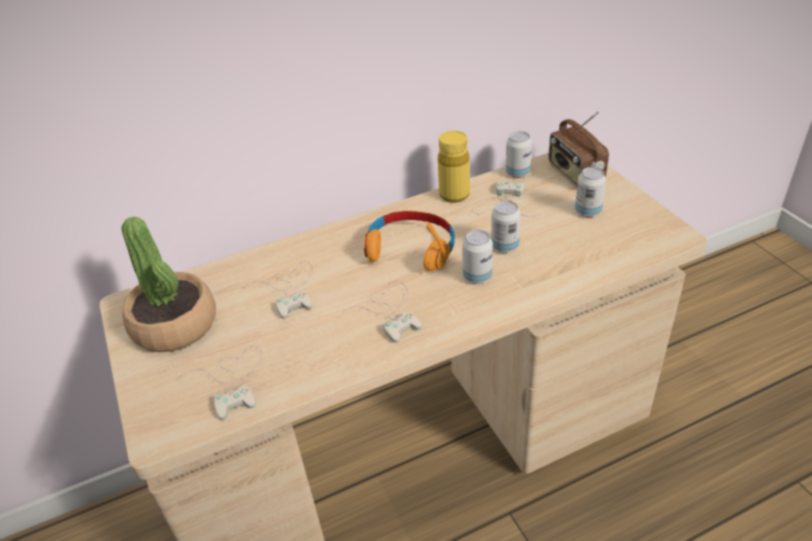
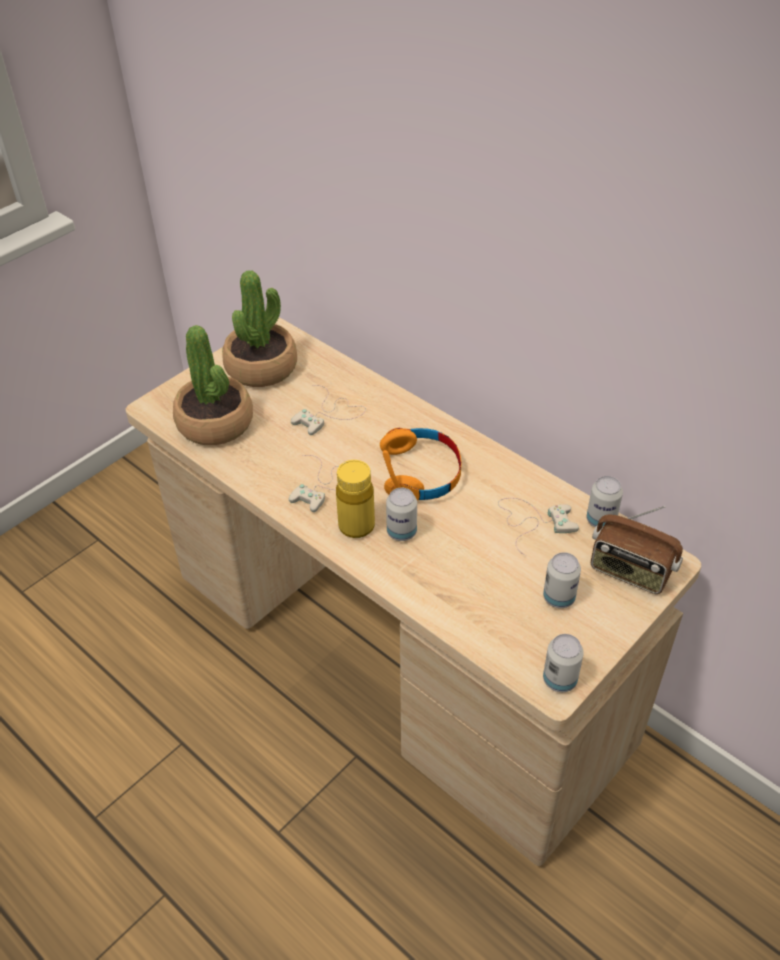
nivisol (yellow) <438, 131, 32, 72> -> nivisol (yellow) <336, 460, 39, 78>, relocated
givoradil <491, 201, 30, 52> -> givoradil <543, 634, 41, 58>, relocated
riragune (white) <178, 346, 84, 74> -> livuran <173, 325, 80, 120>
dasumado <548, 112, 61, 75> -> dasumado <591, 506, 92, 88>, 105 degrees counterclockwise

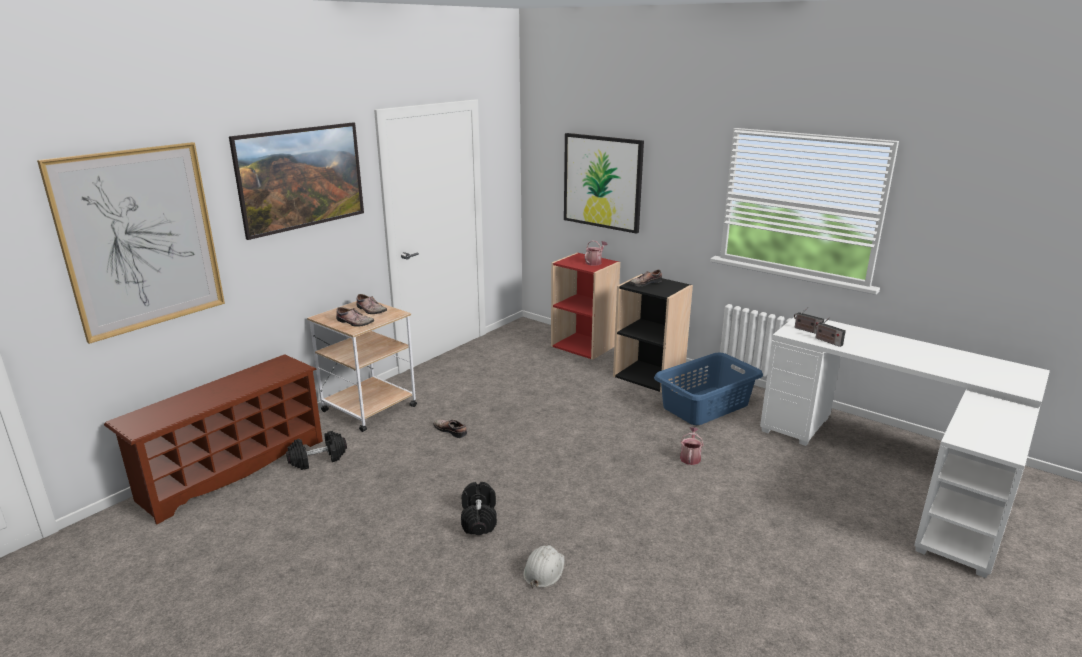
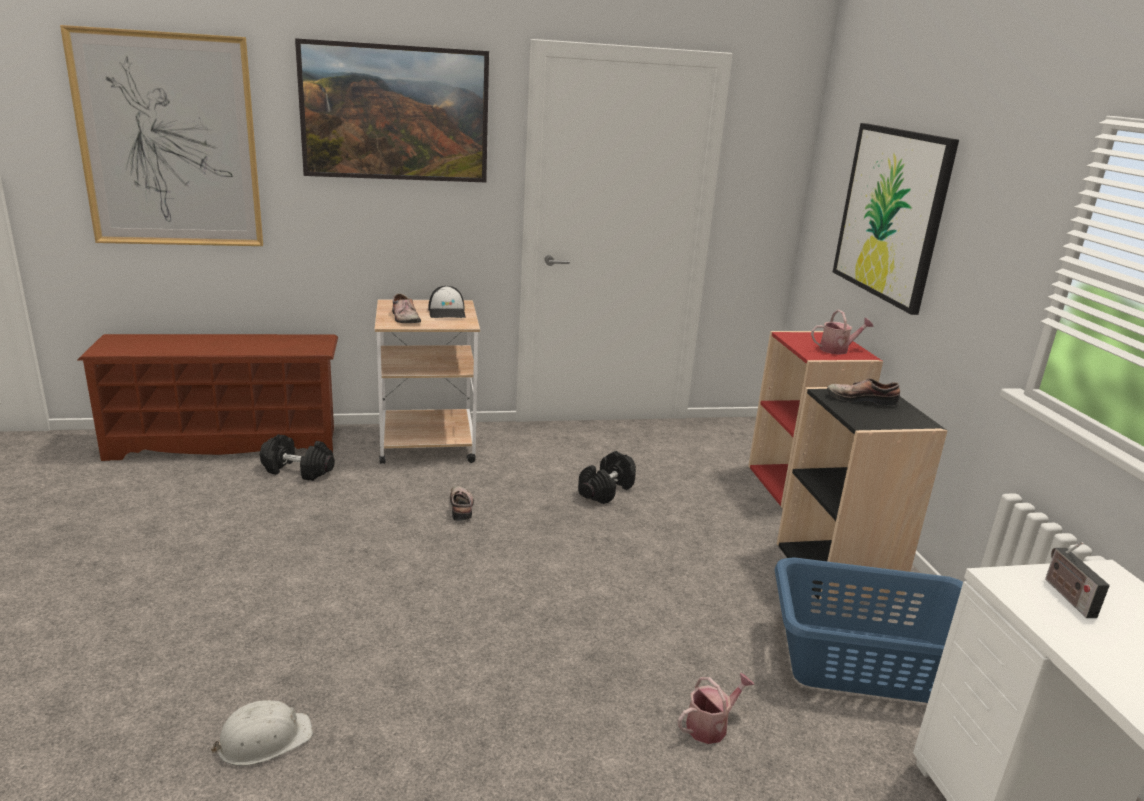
dasumado <815, 317, 31, 30> -> none
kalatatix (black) <461, 482, 36, 53> -> kalatatix (black) <578, 451, 58, 53>, relocated
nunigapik <357, 294, 30, 20> -> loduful <428, 286, 38, 32>

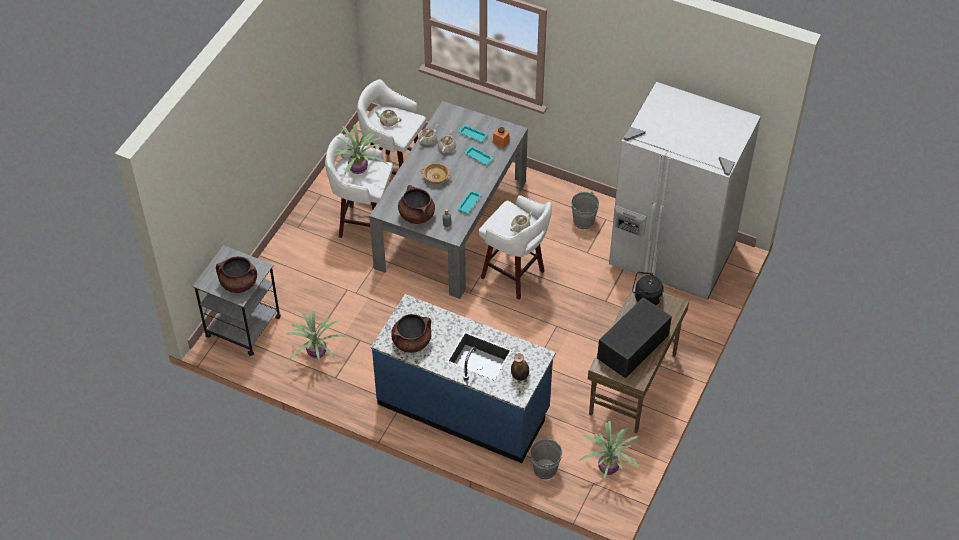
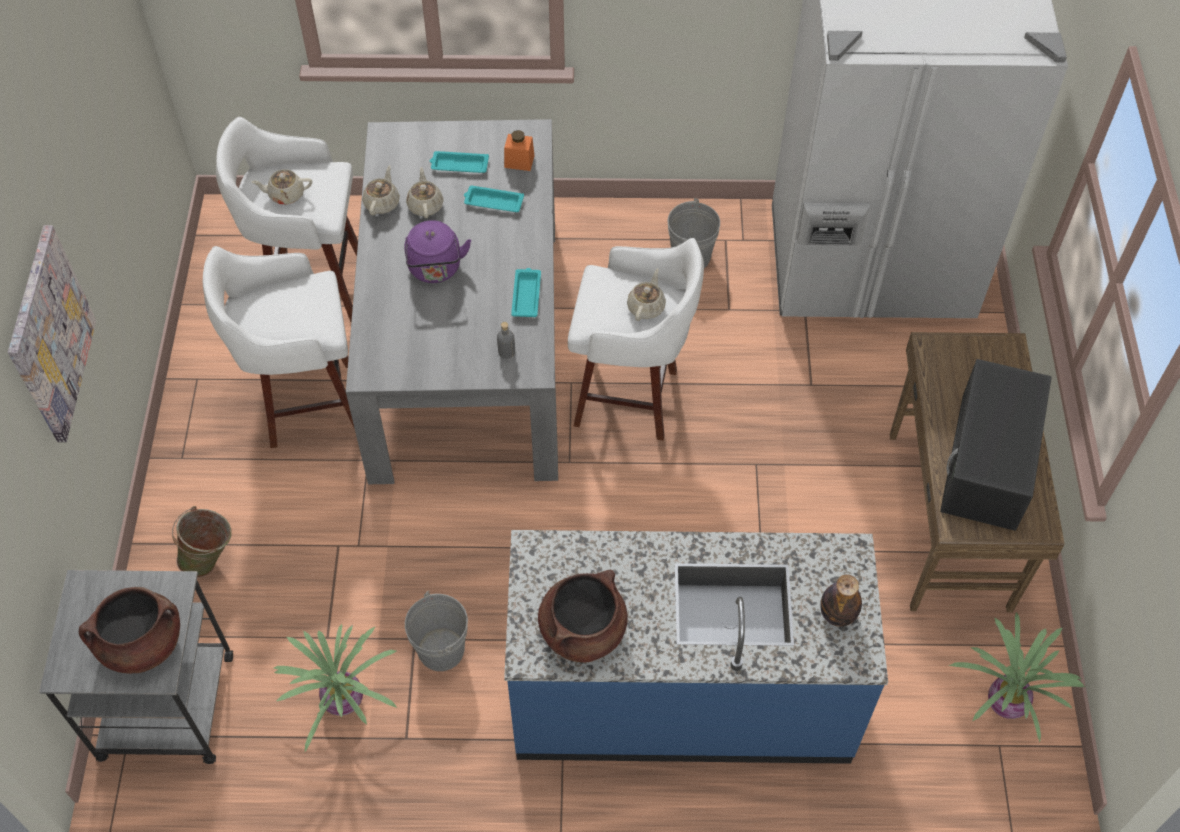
livuran <334, 124, 54, 52> -> none
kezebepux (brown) <398, 185, 37, 39> -> none
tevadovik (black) <632, 272, 32, 33> -> none
none -> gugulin <8, 225, 88, 217>
none -> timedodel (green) <172, 506, 60, 72>
timedodel (grey) <531, 437, 31, 42> -> timedodel (grey) <405, 591, 63, 80>, relocated
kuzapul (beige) <421, 163, 30, 21> -> tevadovik (purple) <404, 220, 67, 63>

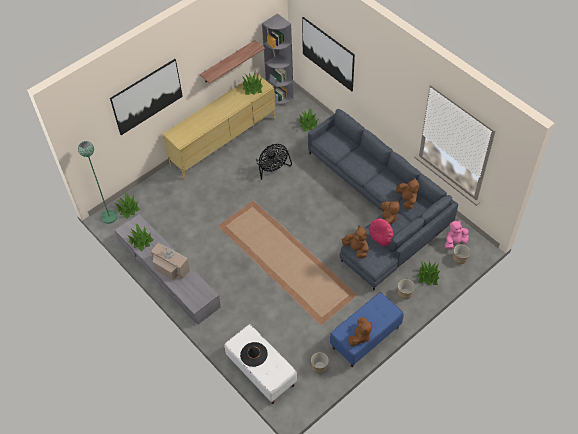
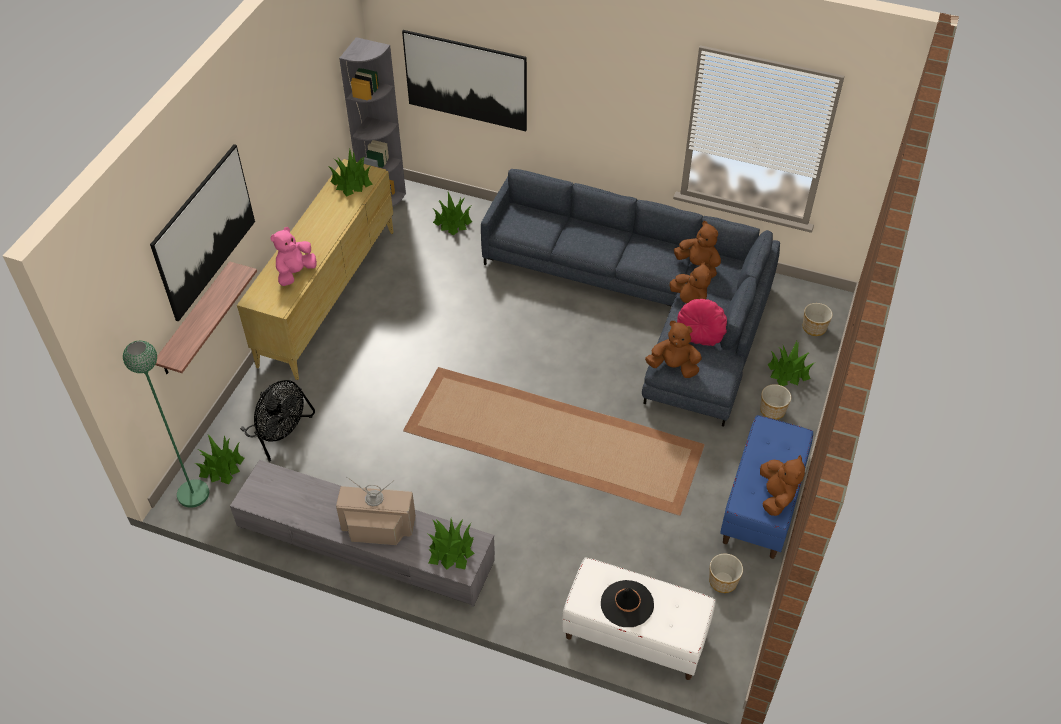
livuran <127, 224, 27, 27> -> livuran <428, 519, 47, 51>, relocated
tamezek <200, 40, 65, 44> -> tamezek <155, 261, 102, 113>, relocated
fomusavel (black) <256, 144, 36, 36> -> fomusavel (black) <240, 380, 75, 82>, relocated
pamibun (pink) <445, 220, 24, 29> -> pamibun (pink) <270, 227, 47, 59>, relocated

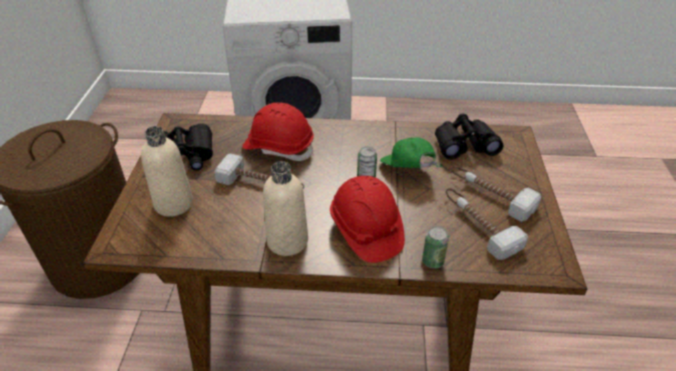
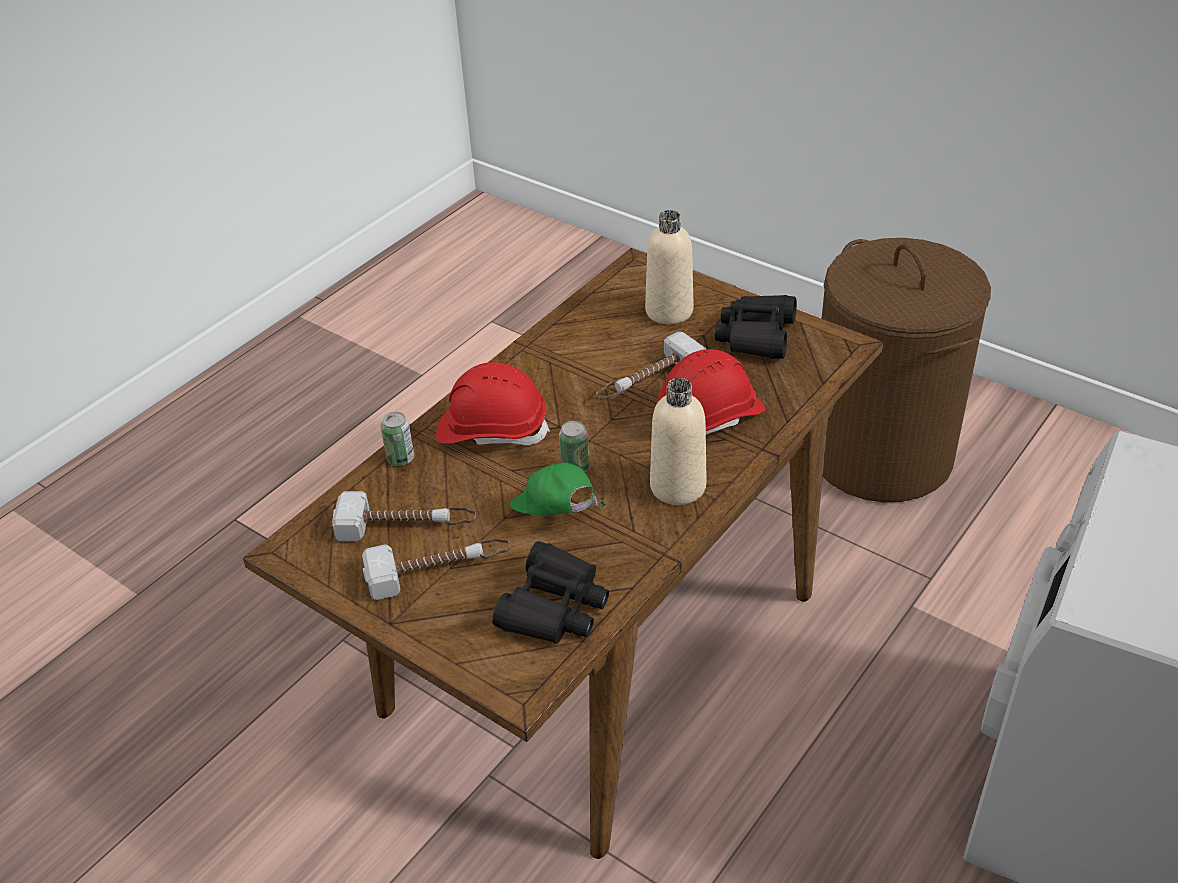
nivisol (beige) <263, 161, 45, 95> -> nivisol (beige) <650, 378, 57, 127>, relocated
loduful (green) <380, 137, 63, 31> -> loduful (green) <510, 463, 96, 53>, 135 degrees counterclockwise

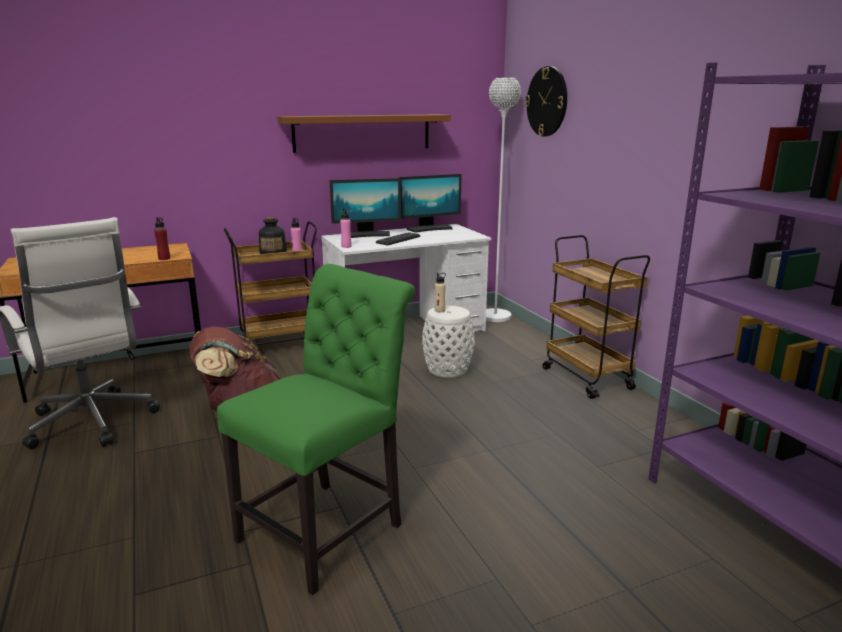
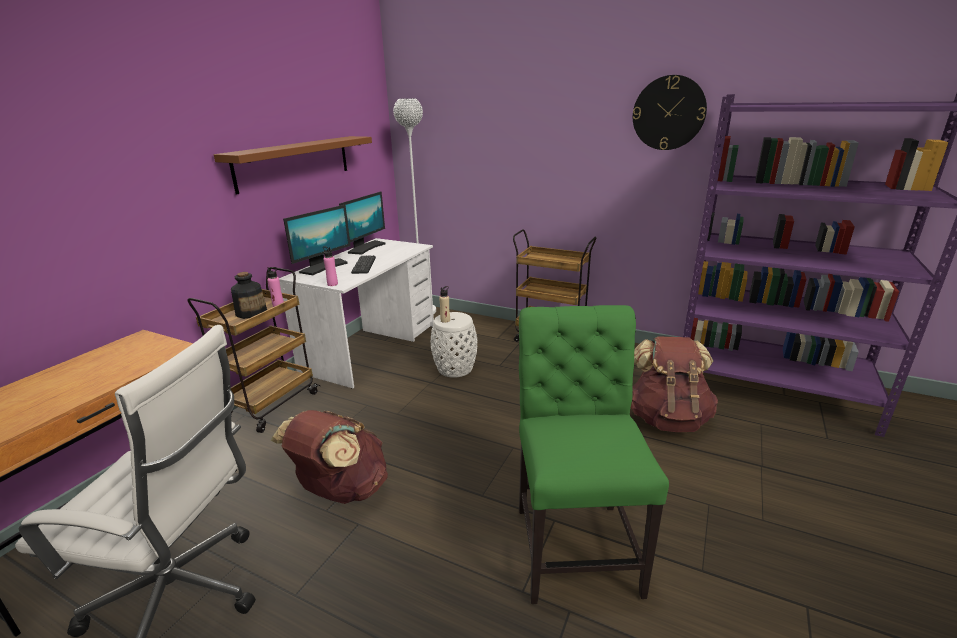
nivisol (red) <154, 217, 16, 43> -> none
none -> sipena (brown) <631, 336, 87, 96>
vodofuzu <525, 66, 42, 71> -> vodofuzu <633, 75, 74, 75>, relocated

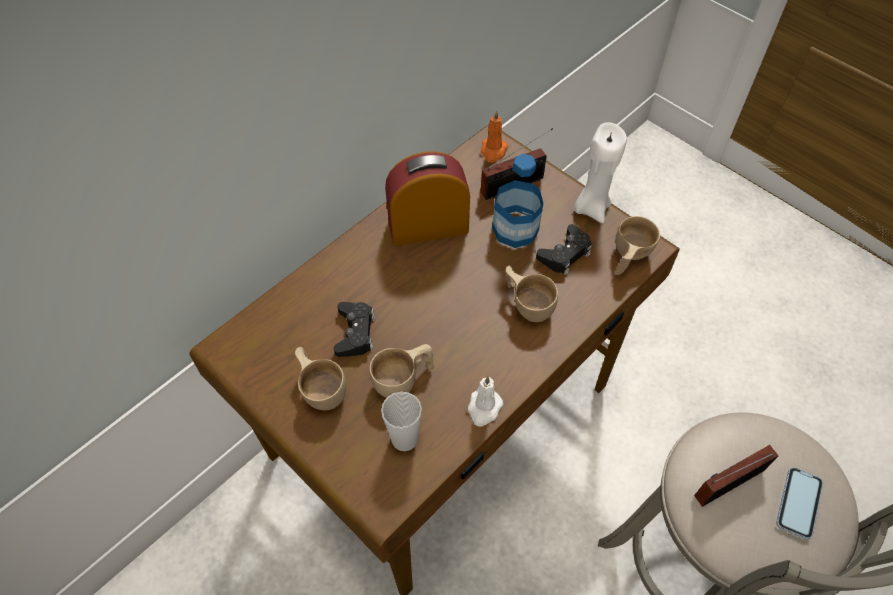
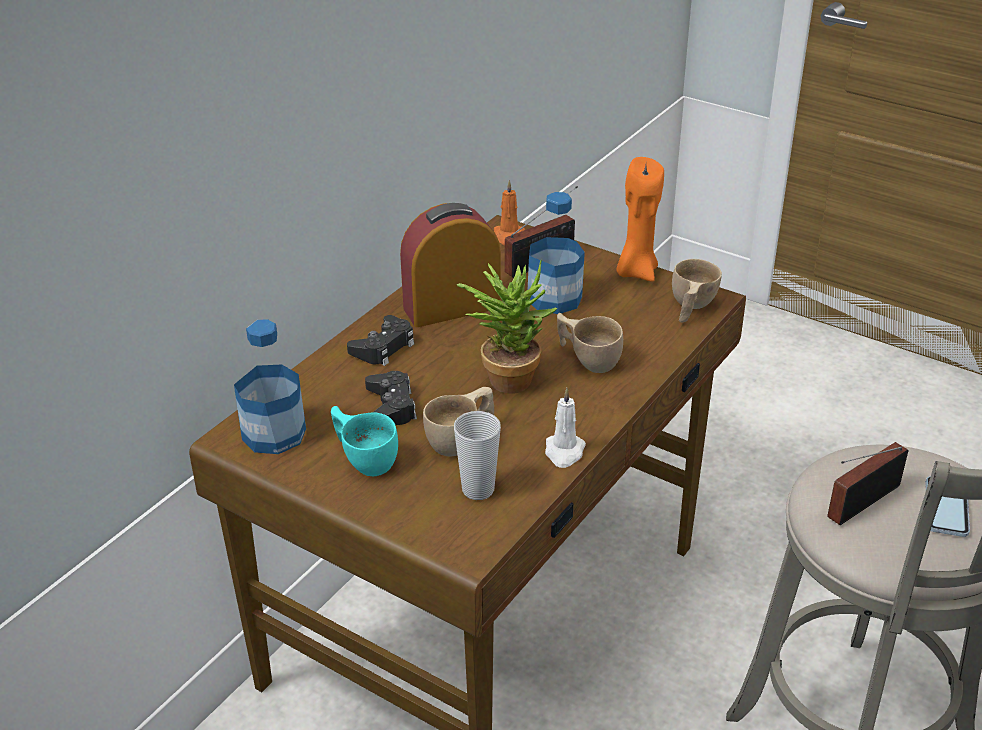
none -> nivisol <234, 319, 72, 135>
none -> livuran <457, 259, 101, 135>
riragune (black) <536, 224, 56, 51> -> riragune (black) <347, 315, 67, 51>, relocated
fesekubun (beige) <295, 347, 51, 63> -> fesekubun (turquoise) <331, 406, 67, 70>
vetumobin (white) <574, 122, 53, 101> -> vetumobin (orange) <616, 157, 48, 125>

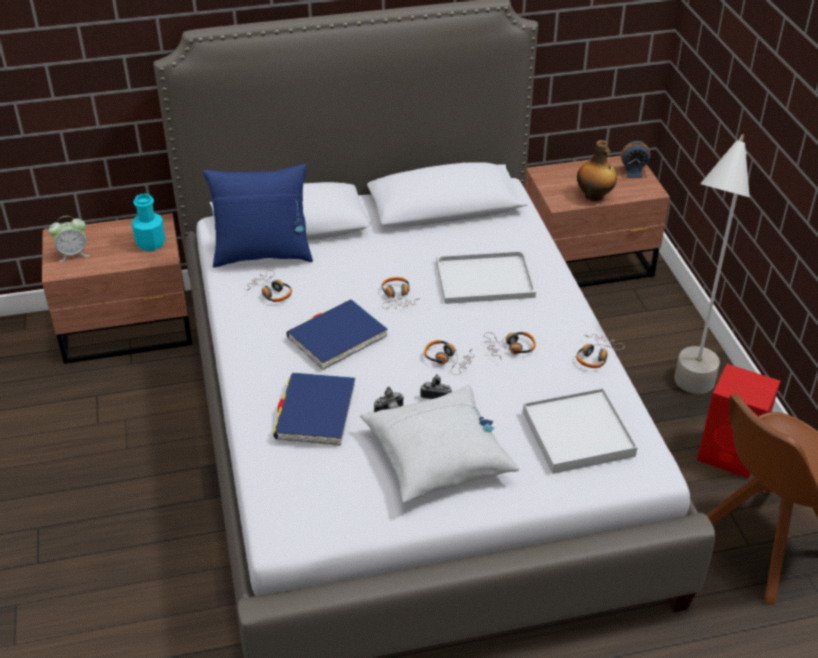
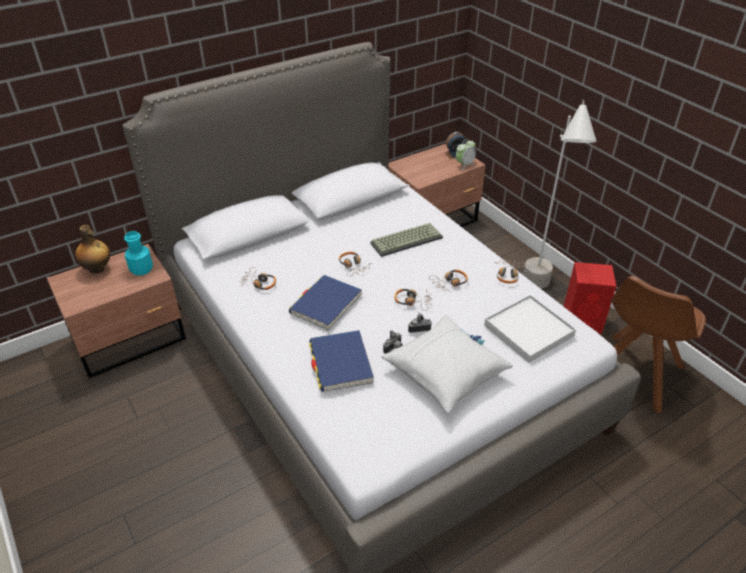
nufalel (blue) <203, 164, 110, 103> -> none
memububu <48, 216, 42, 46> -> memububu <456, 139, 20, 31>, relocated
nivisol <577, 140, 40, 61> -> nivisol <75, 225, 35, 49>, relocated
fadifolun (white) <436, 251, 100, 53> -> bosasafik <370, 223, 73, 34>

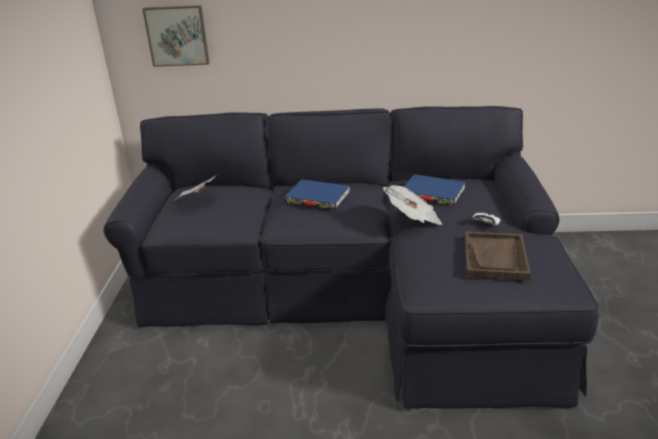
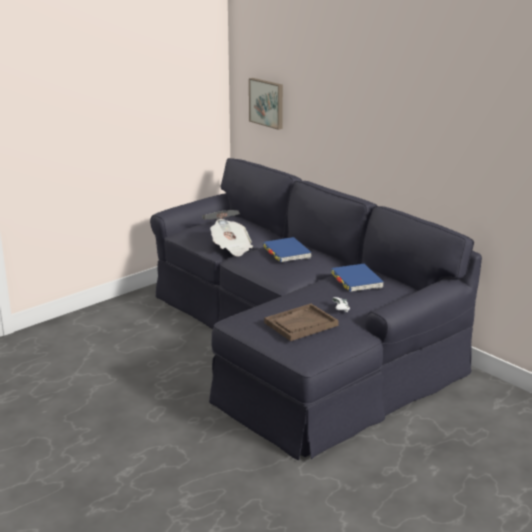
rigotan <383, 185, 59, 40> -> rigotan <210, 219, 43, 38>, relocated

